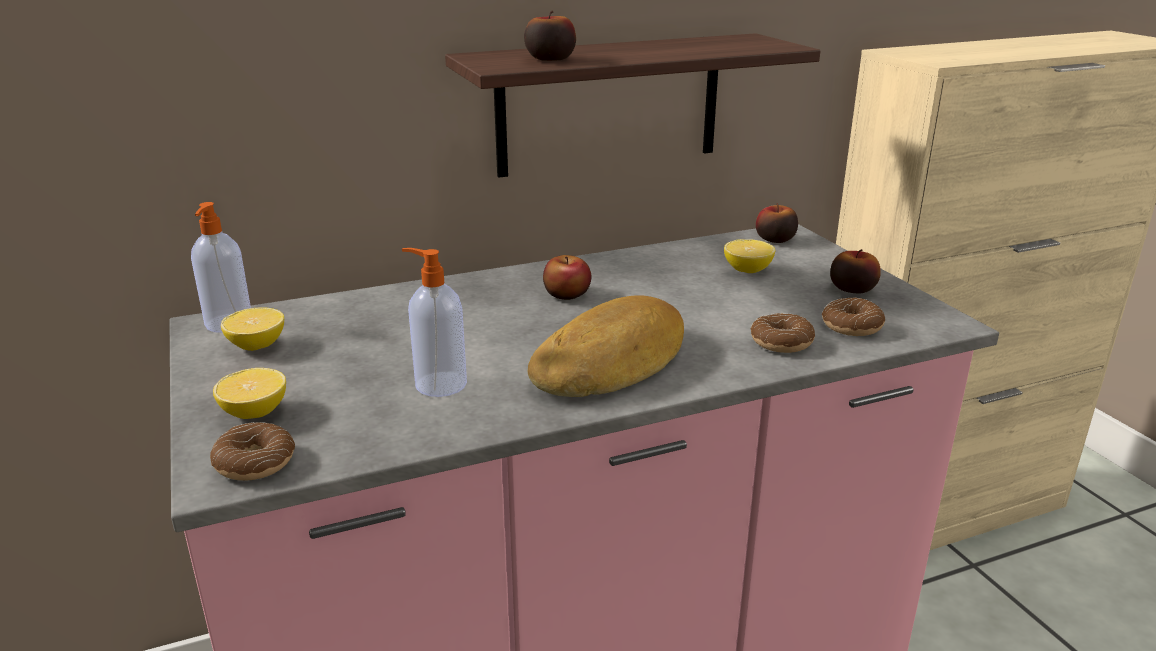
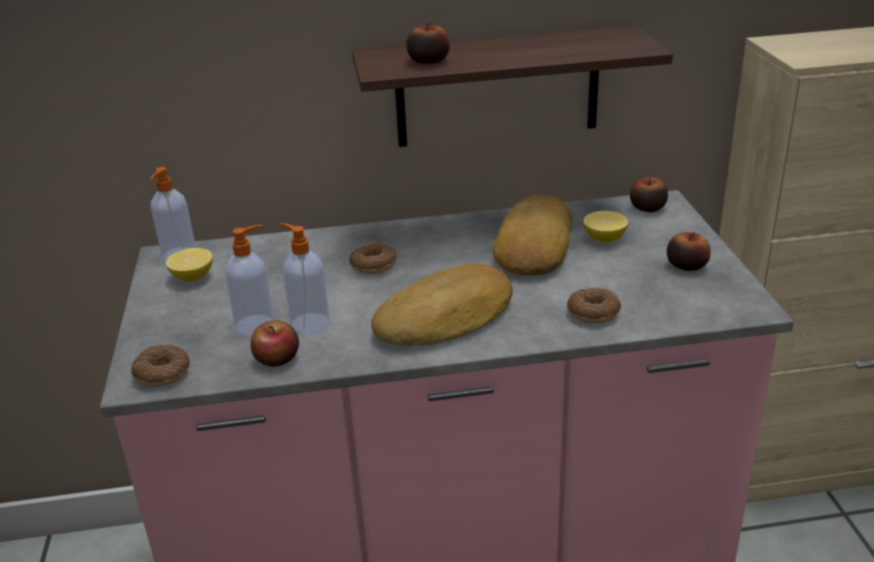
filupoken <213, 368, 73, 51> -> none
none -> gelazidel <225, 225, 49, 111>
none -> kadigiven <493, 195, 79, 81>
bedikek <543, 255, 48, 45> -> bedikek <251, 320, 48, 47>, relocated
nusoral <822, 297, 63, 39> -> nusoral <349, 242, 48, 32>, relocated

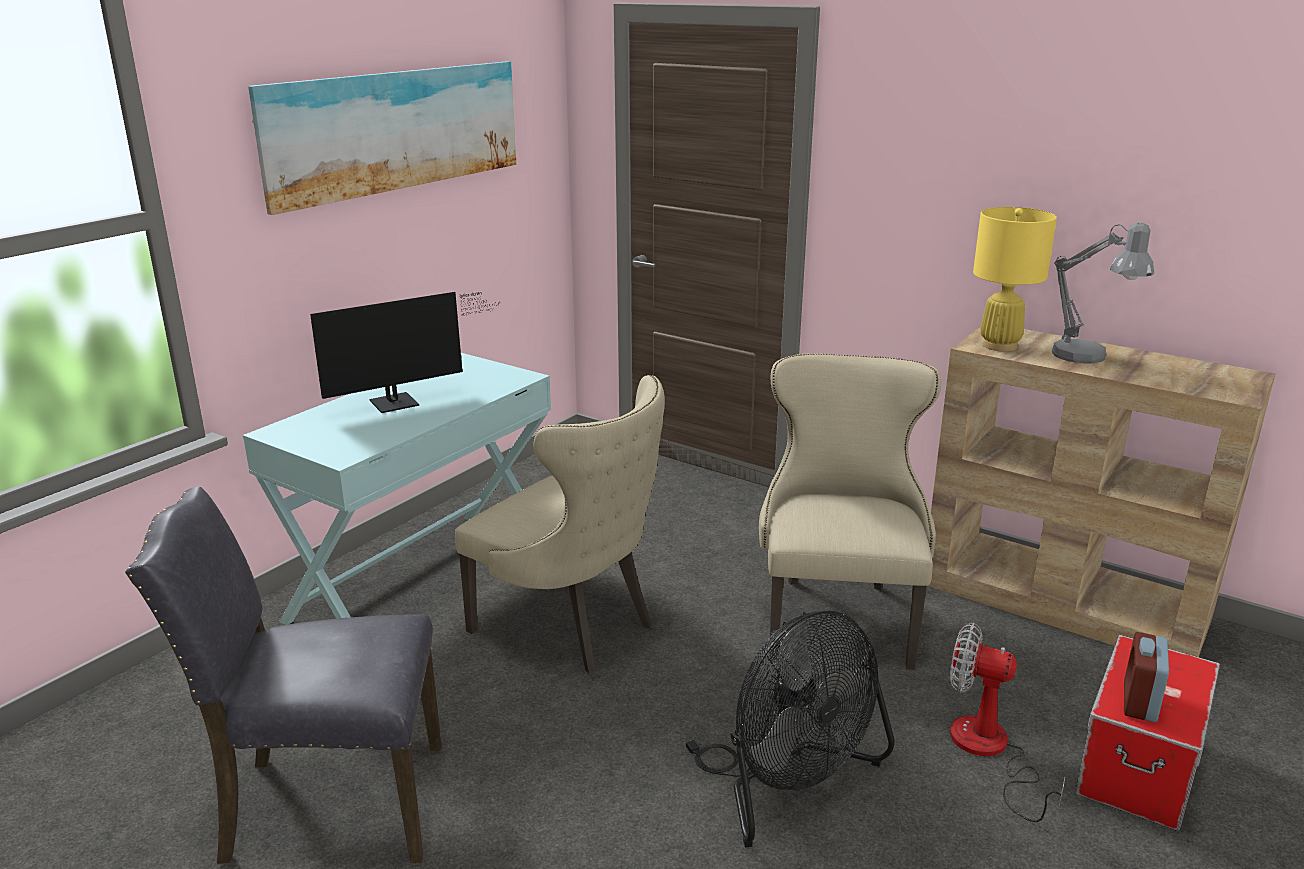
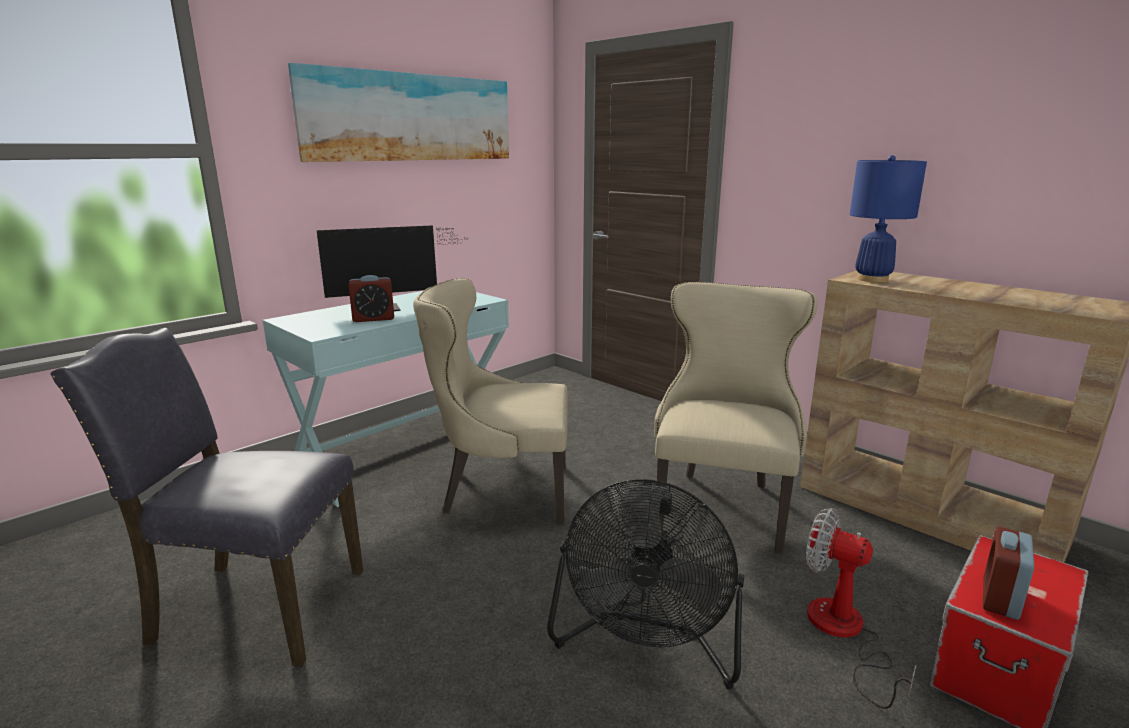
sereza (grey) <1052, 222, 102, 142> -> none
none -> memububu <349, 275, 45, 47>
sereza (yellow) <973, 207, 84, 145> -> sereza (blue) <850, 155, 77, 128>
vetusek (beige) <455, 375, 210, 299> -> vetusek (beige) <413, 278, 155, 245>, 135 degrees clockwise
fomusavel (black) <686, 611, 209, 237> -> fomusavel (black) <547, 479, 197, 210>, 45 degrees clockwise

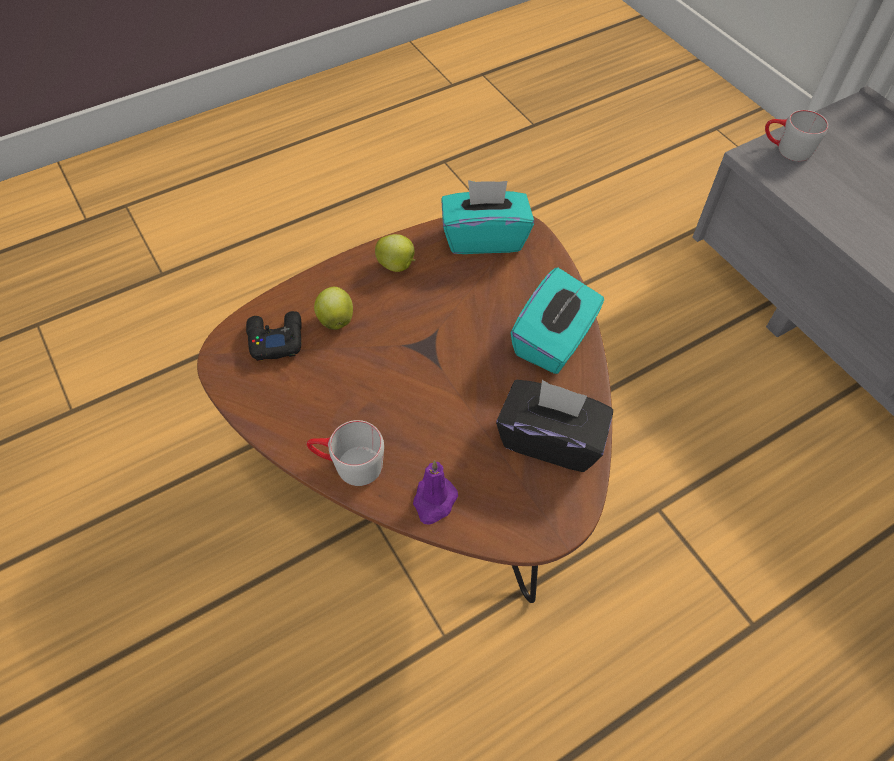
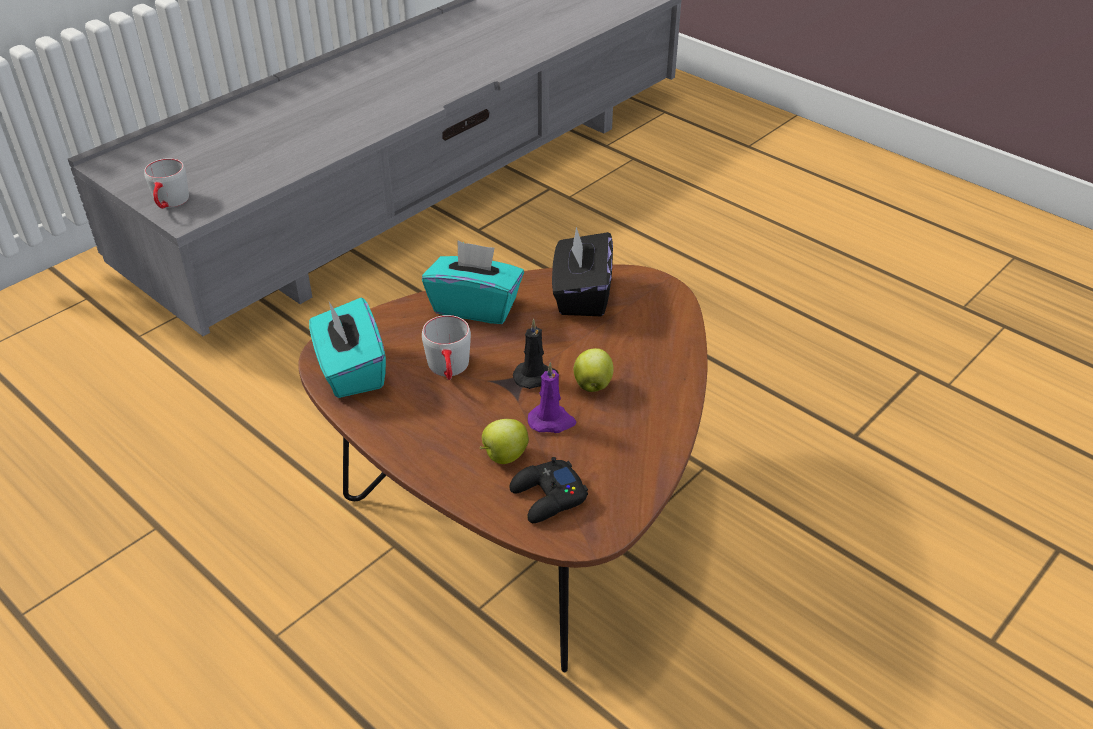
none -> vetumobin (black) <513, 319, 46, 70>
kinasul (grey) <307, 420, 77, 66> -> kinasul (grey) <422, 315, 49, 65>, relocated
bedikek <375, 234, 41, 38> -> bedikek <573, 348, 41, 44>, relocated
vetumobin (purple) <413, 460, 45, 64> -> vetumobin (purple) <528, 362, 48, 71>, relocated

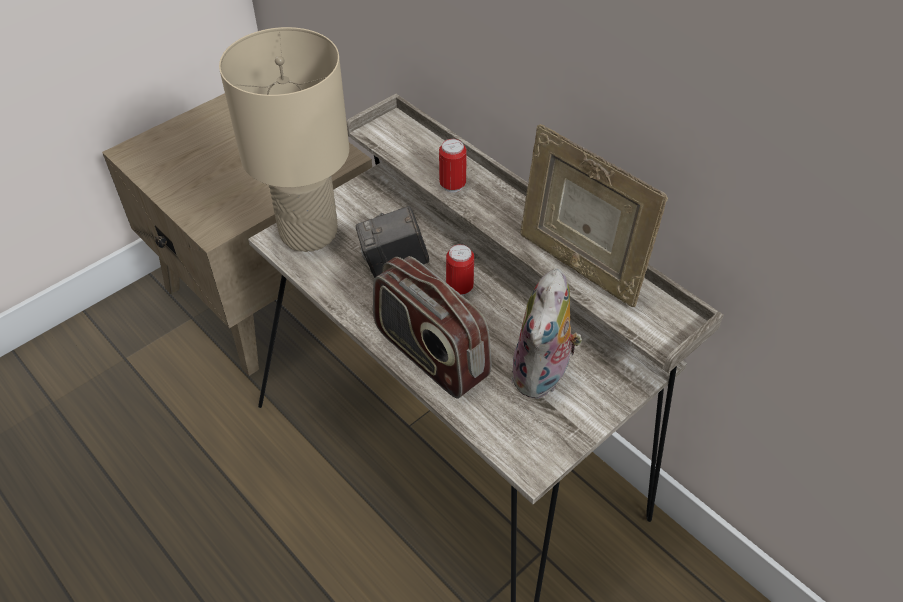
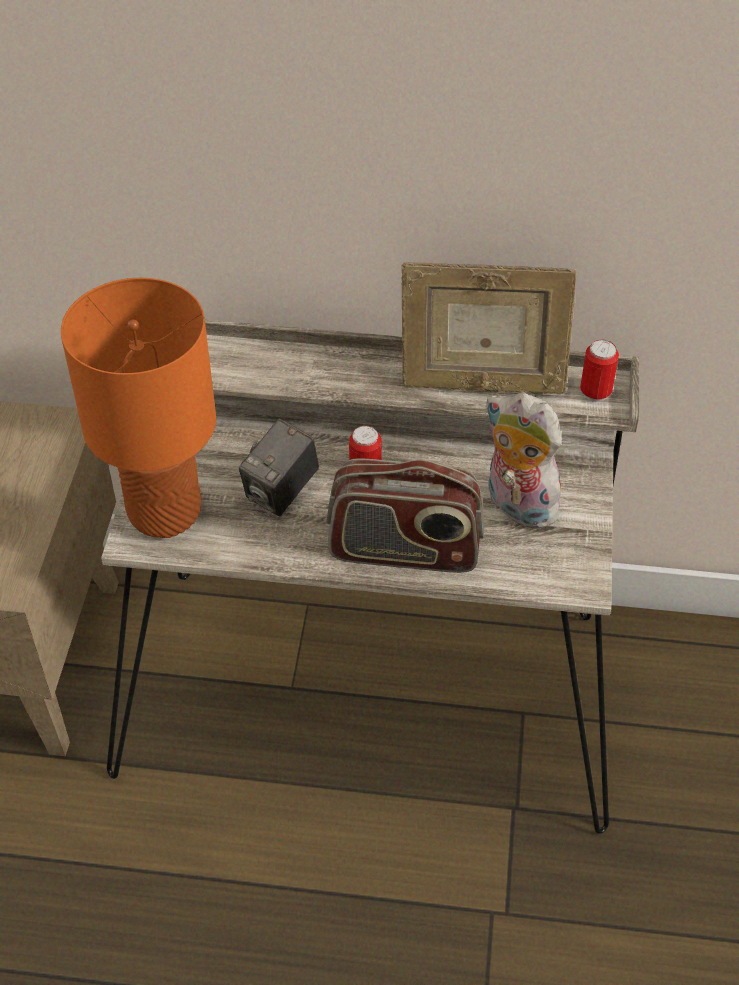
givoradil <439, 139, 28, 54> -> givoradil <580, 340, 39, 62>, relocated
sereza (beige) <219, 27, 130, 225> -> sereza (orange) <61, 278, 155, 260>
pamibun <511, 268, 71, 131> -> pamibun <485, 393, 76, 136>, 150 degrees clockwise

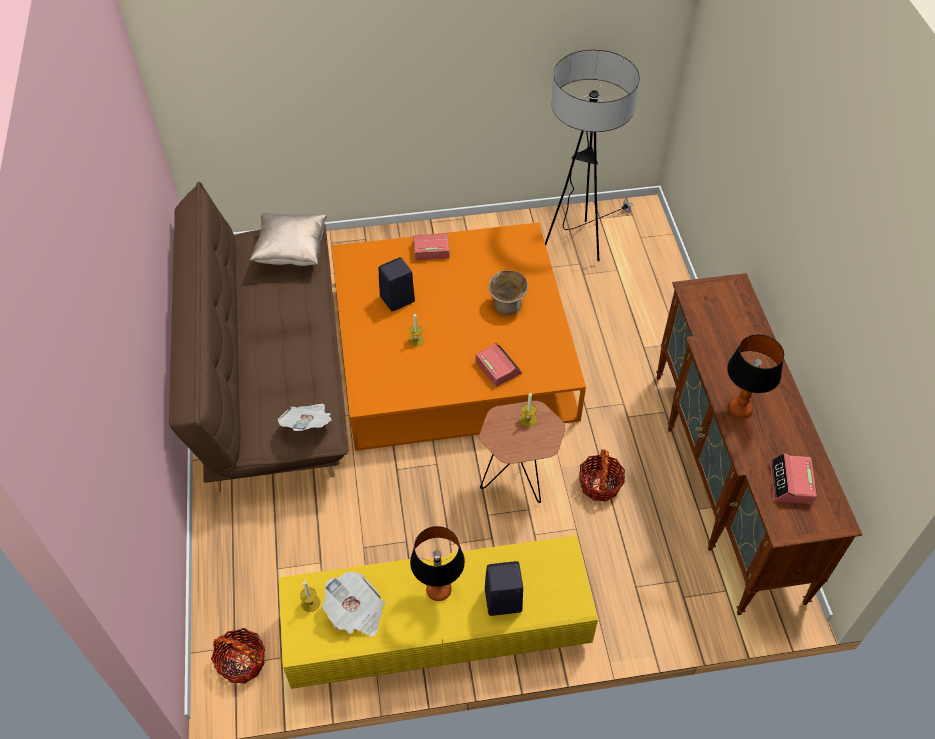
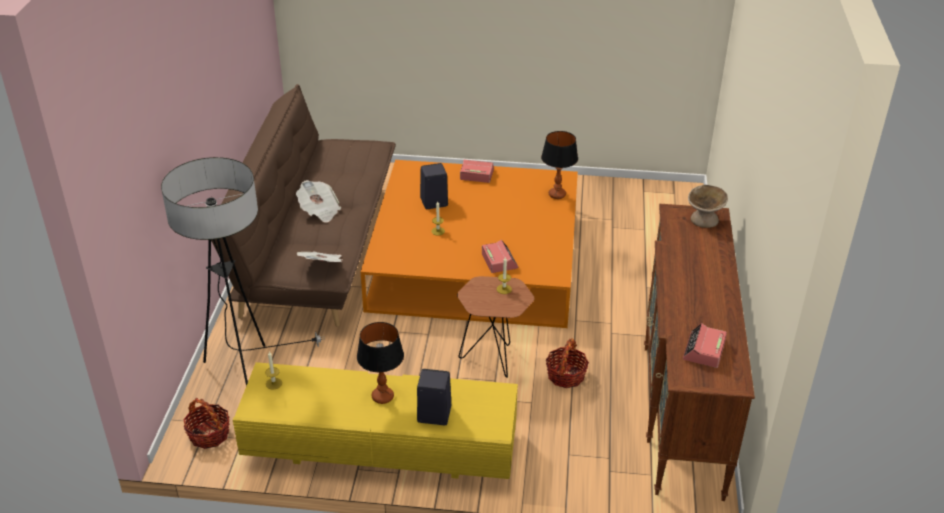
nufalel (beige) <250, 213, 77, 53> -> none
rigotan <322, 572, 63, 65> -> rigotan <296, 180, 45, 43>, relocated
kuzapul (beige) <489, 270, 39, 44> -> kuzapul (beige) <688, 185, 40, 43>, relocated
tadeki <545, 50, 94, 211> -> tadeki <161, 157, 164, 229>, relocated
sereza <727, 334, 57, 84> -> sereza <541, 131, 37, 68>, relocated

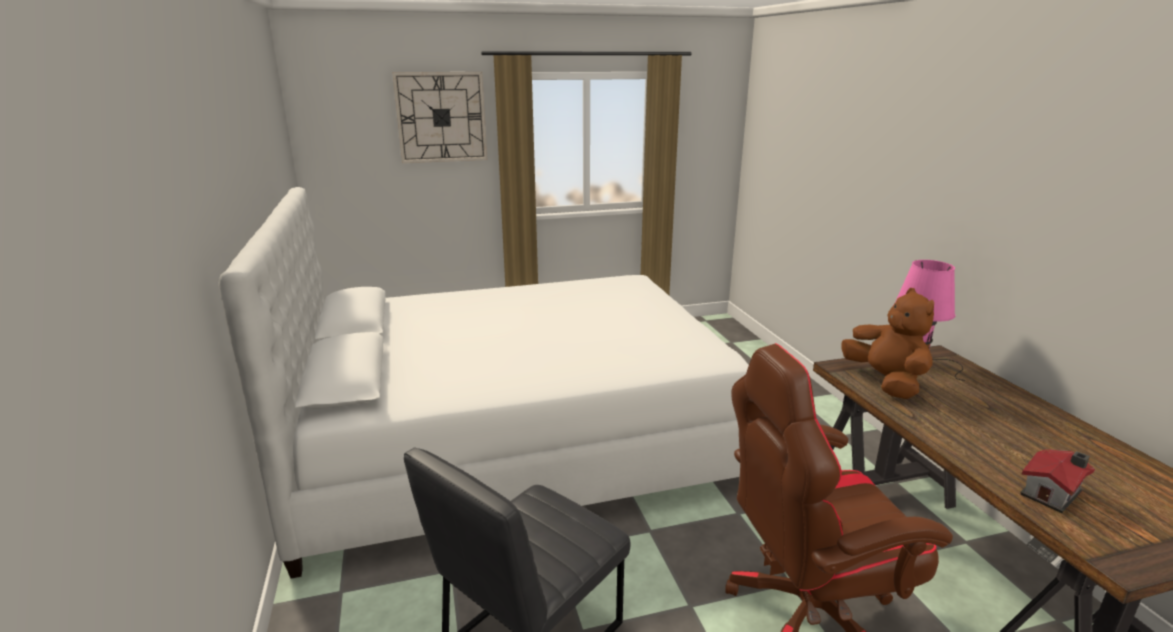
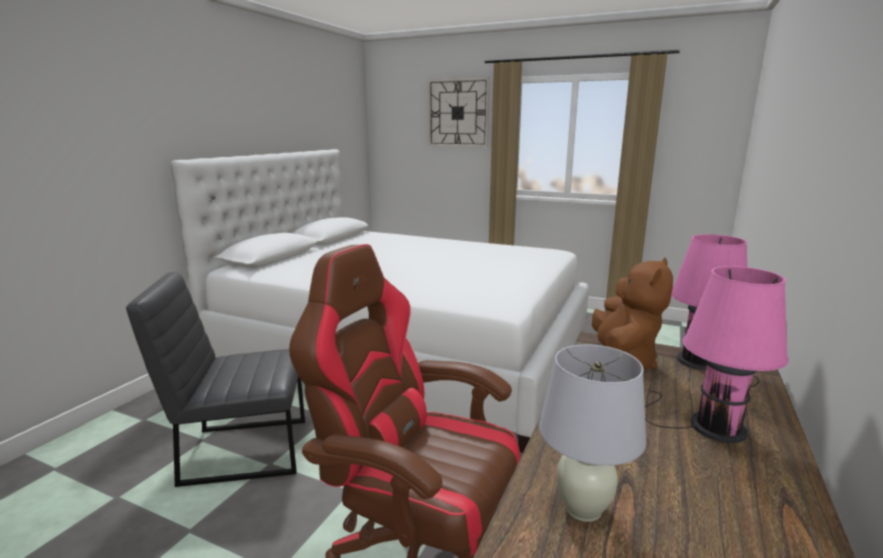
none -> sereza (pink) <645, 266, 144, 177>
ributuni <1020, 449, 75, 64> -> sereza (white) <539, 344, 107, 178>

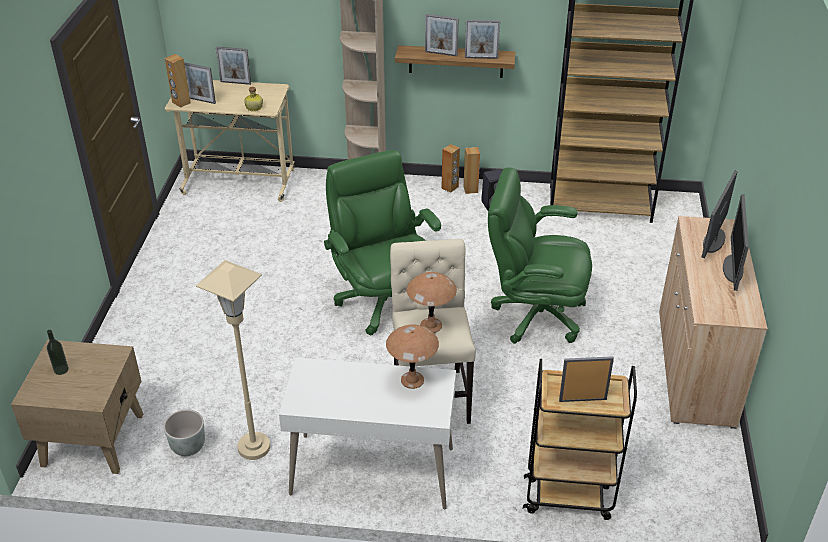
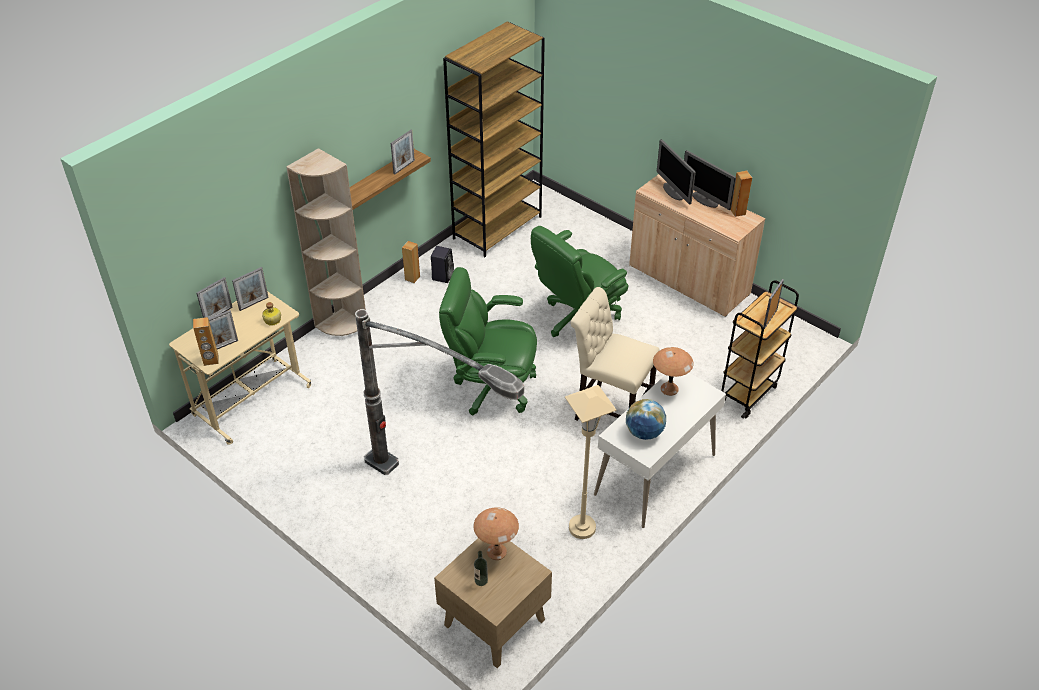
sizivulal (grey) <164, 410, 41, 46> -> none
none -> tadeki <355, 309, 169, 166>
none -> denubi <626, 399, 40, 41>
sereza (brown) <407, 272, 50, 61> -> sereza (brown) <473, 507, 46, 53>, relocated
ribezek <425, 14, 34, 42> -> ribezek <232, 267, 37, 44>, relocated
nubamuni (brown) <442, 144, 18, 49> -> nubamuni (brown) <730, 171, 22, 46>, relocated

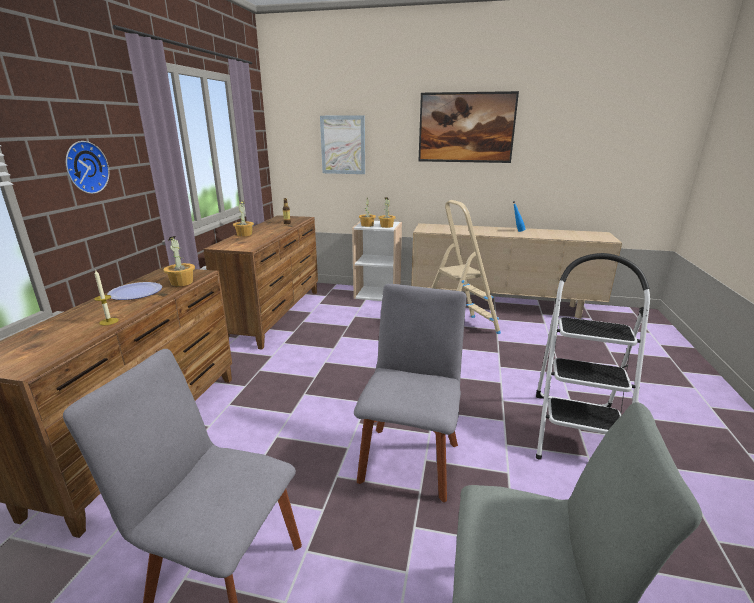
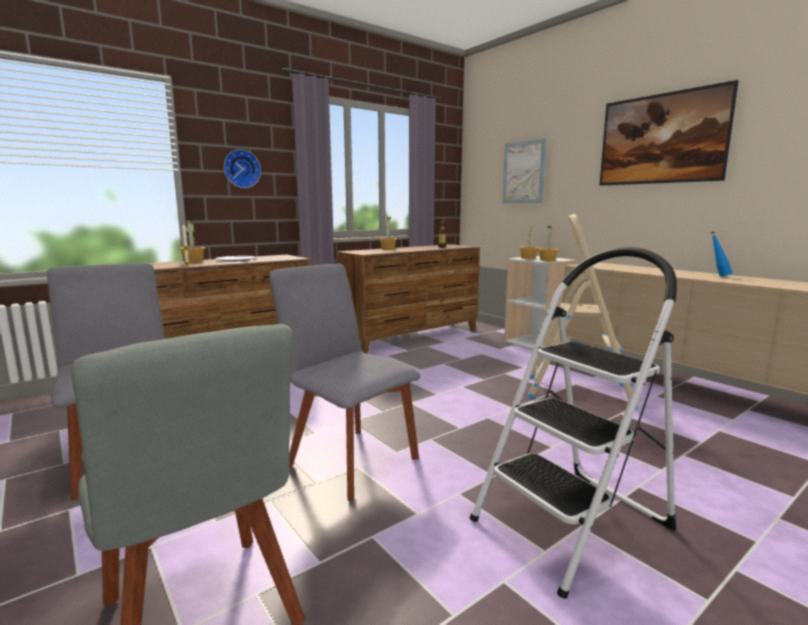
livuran <163, 236, 32, 50> -> livuran <179, 220, 27, 43>, relocated
vetusek (grey) <354, 284, 113, 218> -> vetusek (grey) <269, 264, 151, 237>, 105 degrees counterclockwise

